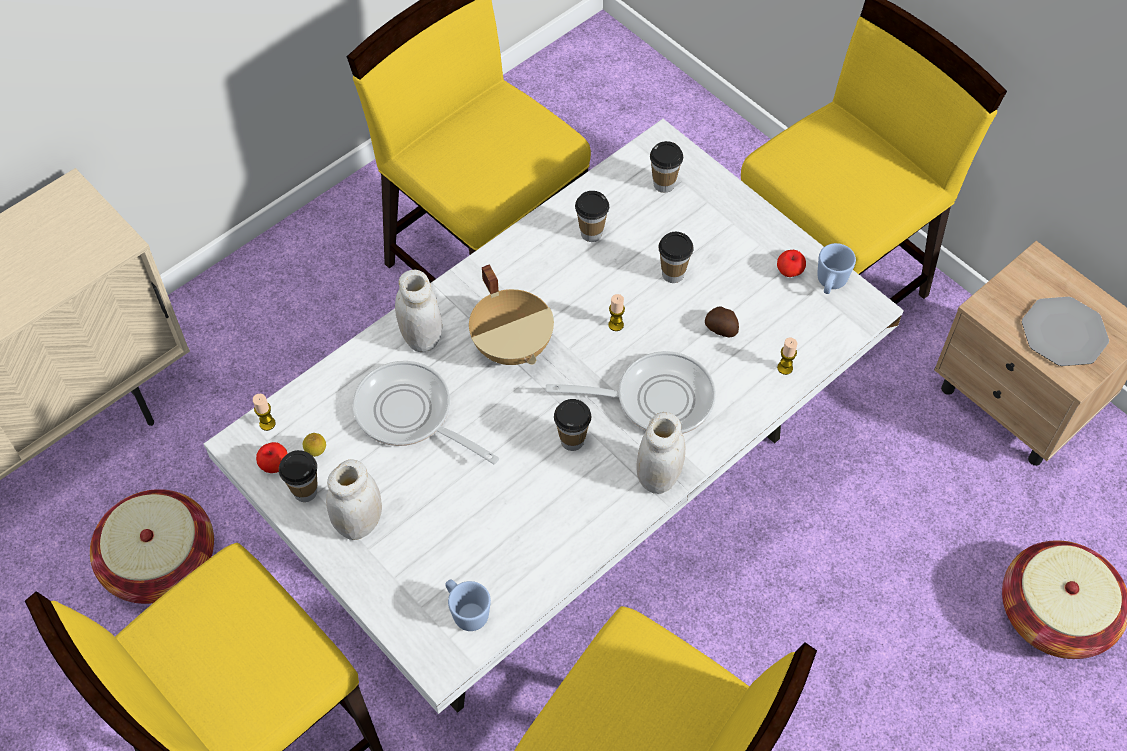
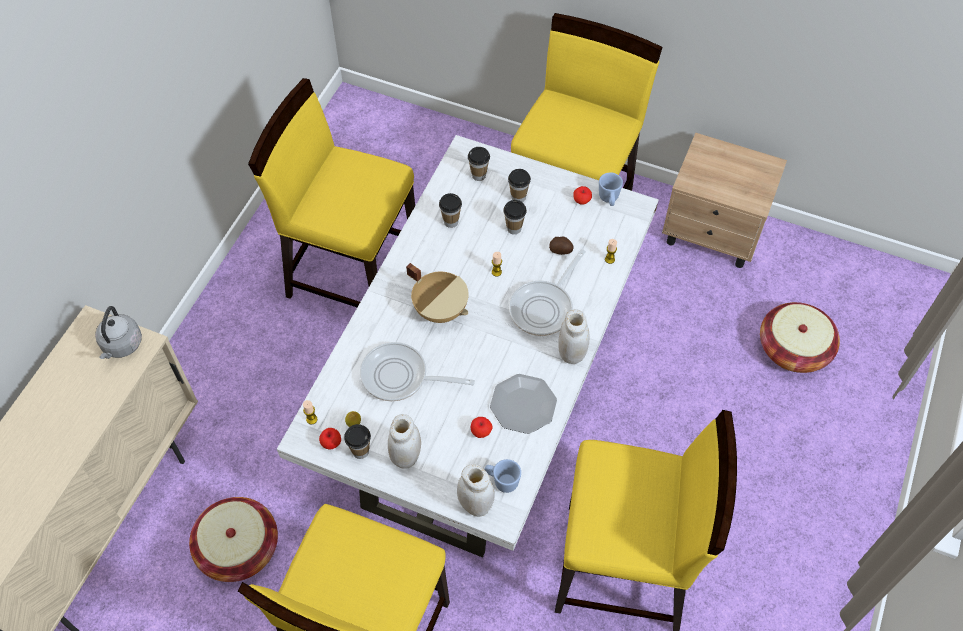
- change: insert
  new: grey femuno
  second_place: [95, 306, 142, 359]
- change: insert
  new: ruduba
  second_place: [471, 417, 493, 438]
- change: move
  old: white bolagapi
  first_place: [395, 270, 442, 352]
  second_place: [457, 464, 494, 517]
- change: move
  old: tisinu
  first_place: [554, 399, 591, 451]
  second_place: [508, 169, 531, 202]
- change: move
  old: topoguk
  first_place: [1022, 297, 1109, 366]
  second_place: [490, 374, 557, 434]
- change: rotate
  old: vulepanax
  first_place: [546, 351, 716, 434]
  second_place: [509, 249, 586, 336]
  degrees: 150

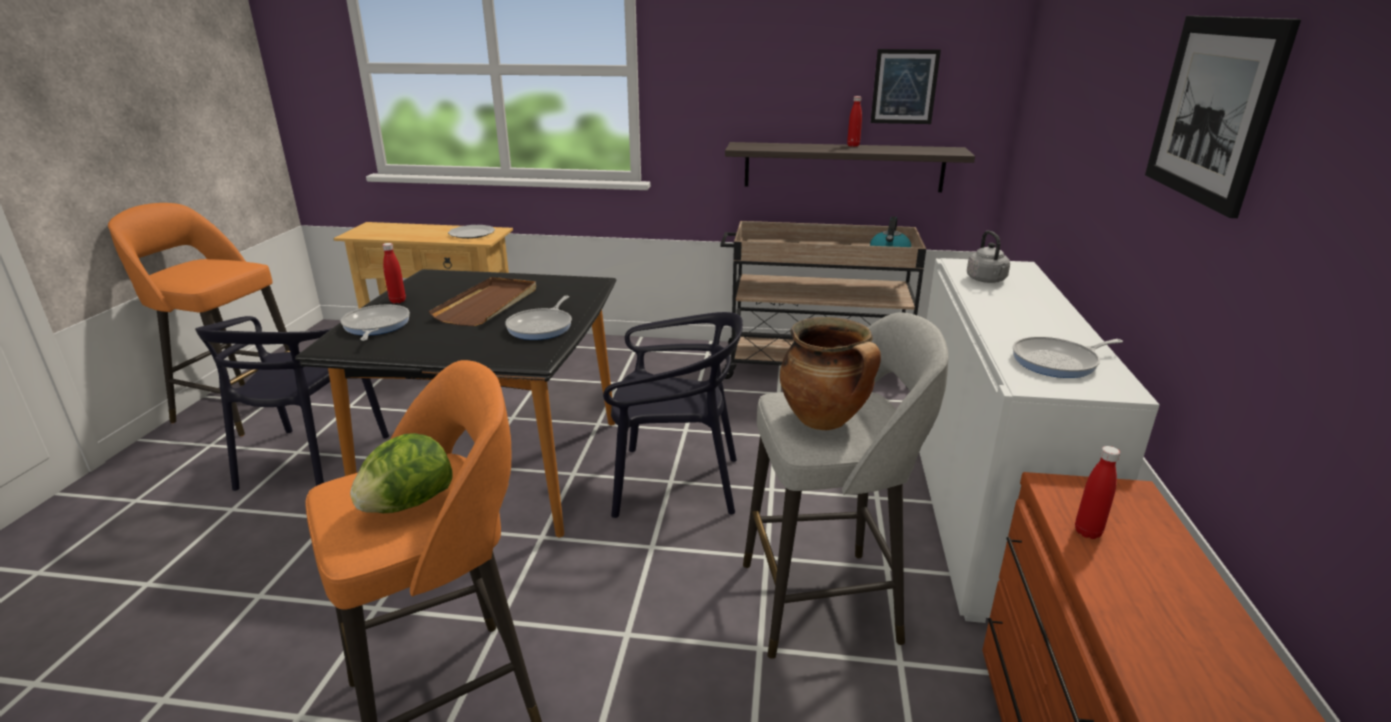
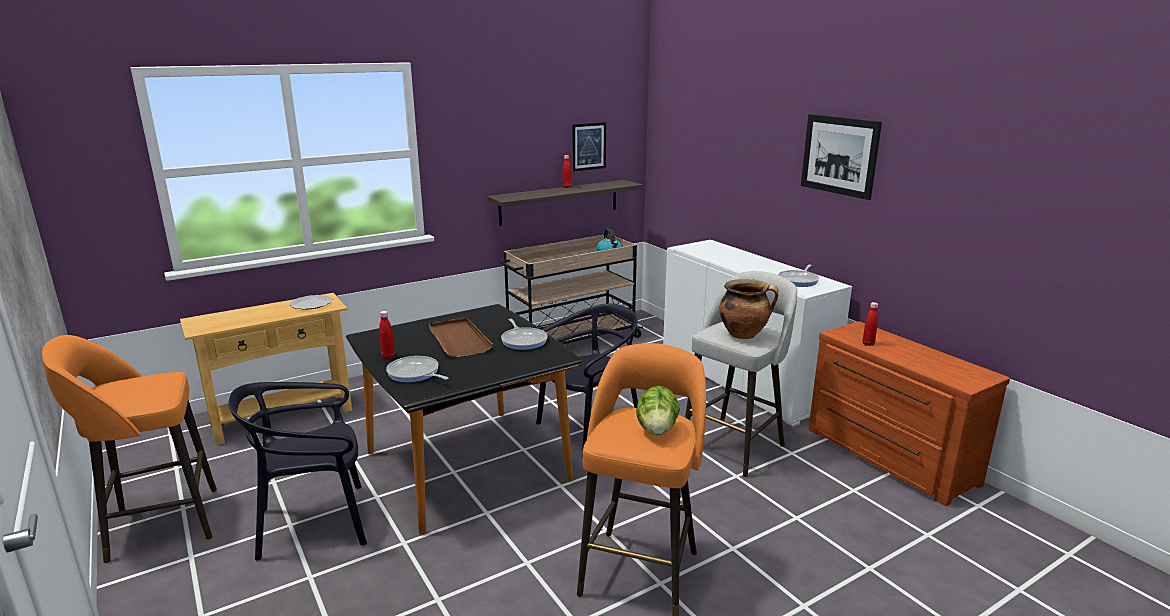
- change: delete
  old: grey femuno
  first_place: [967, 231, 1010, 283]
- change: rotate
  old: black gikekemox
  first_place: [195, 316, 389, 491]
  second_place: [229, 382, 367, 561]
  degrees: 105

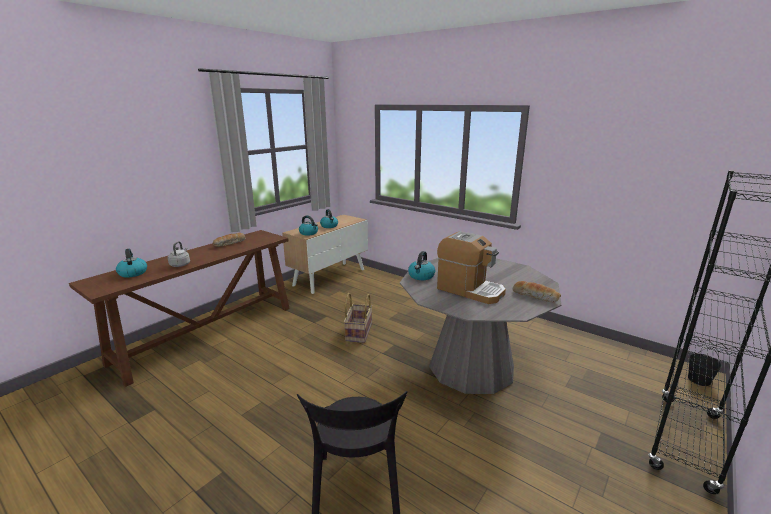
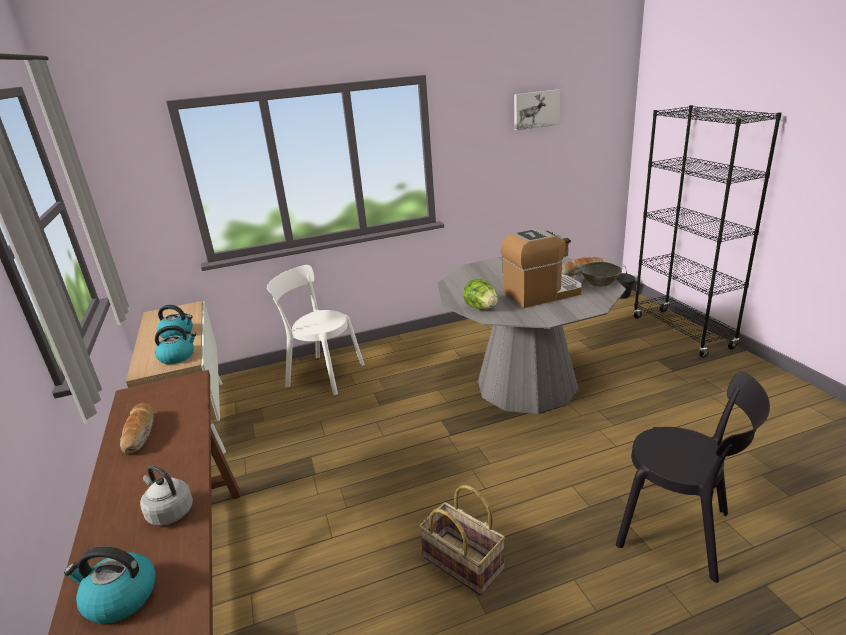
- change: insert
  new: white gikekemox
  second_place: [267, 265, 364, 395]
- change: insert
  new: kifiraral
  second_place: [514, 89, 561, 130]
- change: insert
  new: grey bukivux
  second_place: [580, 262, 622, 287]
- change: move
  old: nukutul
  first_place: [344, 293, 372, 343]
  second_place: [419, 485, 505, 596]
- change: replace
  old: femuno
  new: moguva
  first_place: [408, 251, 435, 280]
  second_place: [463, 279, 498, 310]

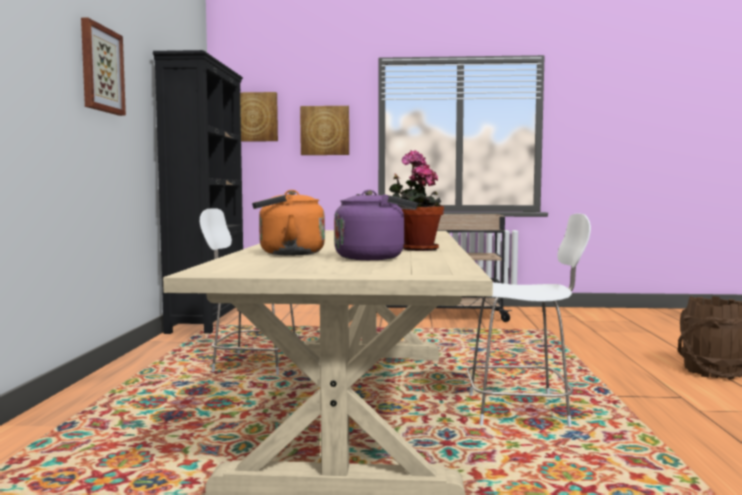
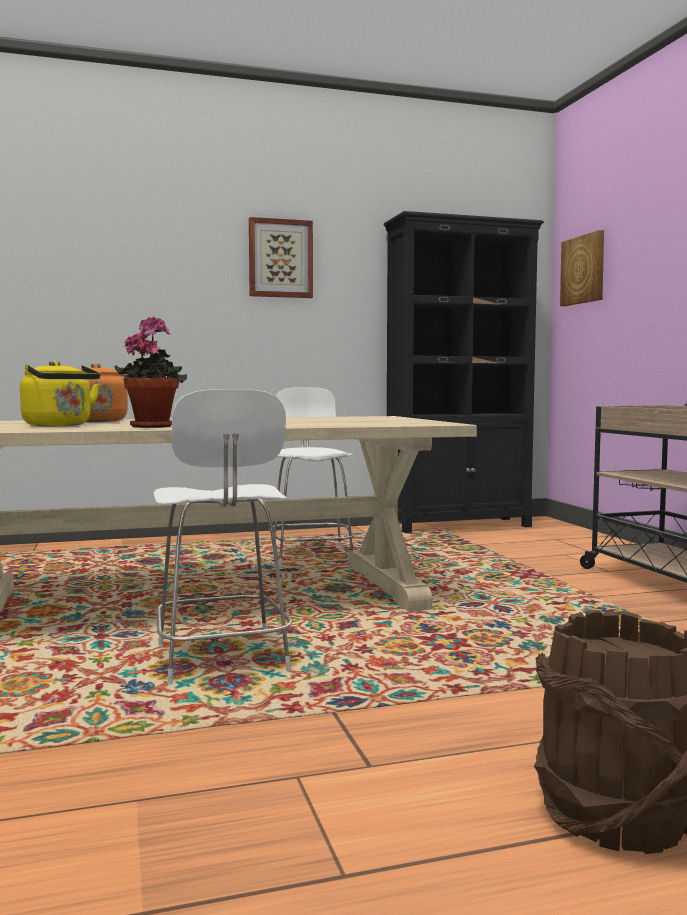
- change: delete
  old: kifiraral
  first_place: [300, 106, 349, 155]
- change: recolor
  old: purple femuno
  new: yellow femuno
  first_place: [334, 190, 418, 260]
  second_place: [20, 361, 100, 427]

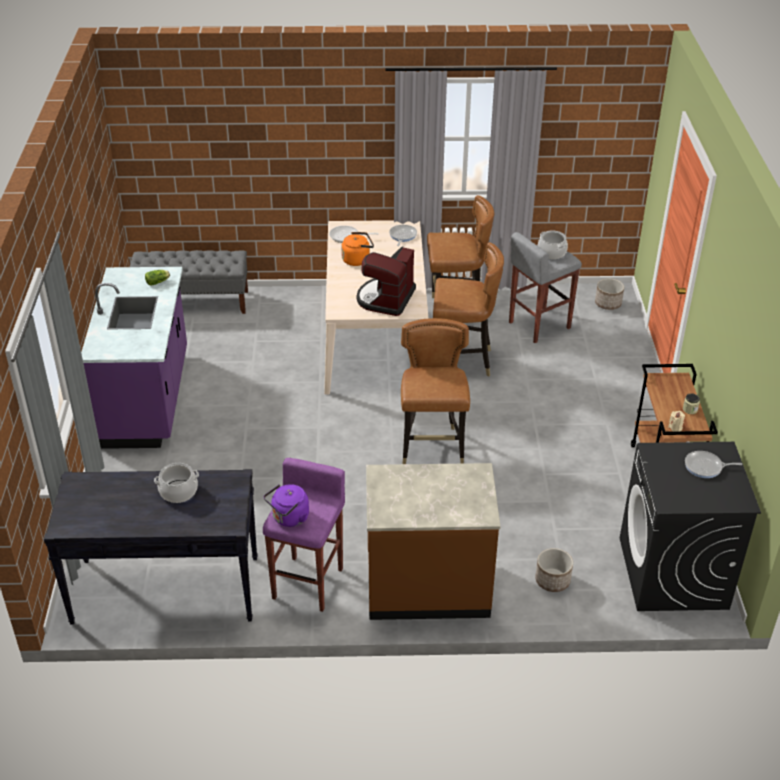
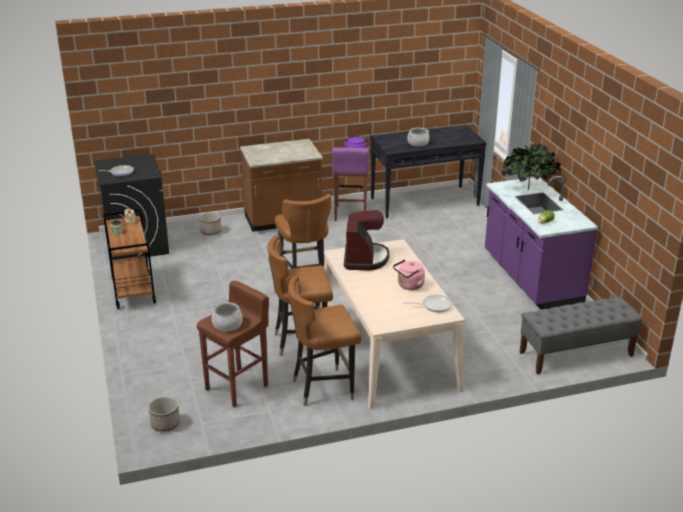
- change: delete
  old: vulepanax
  first_place: [389, 225, 417, 246]
- change: insert
  new: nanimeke
  second_place: [501, 143, 561, 190]
- change: recolor
  old: orange femuno
  new: pink femuno
  first_place: [341, 232, 374, 266]
  second_place: [393, 259, 425, 290]
- change: recolor
  old: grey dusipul
  new: brown dusipul
  first_place: [509, 232, 582, 343]
  second_place: [197, 281, 269, 407]

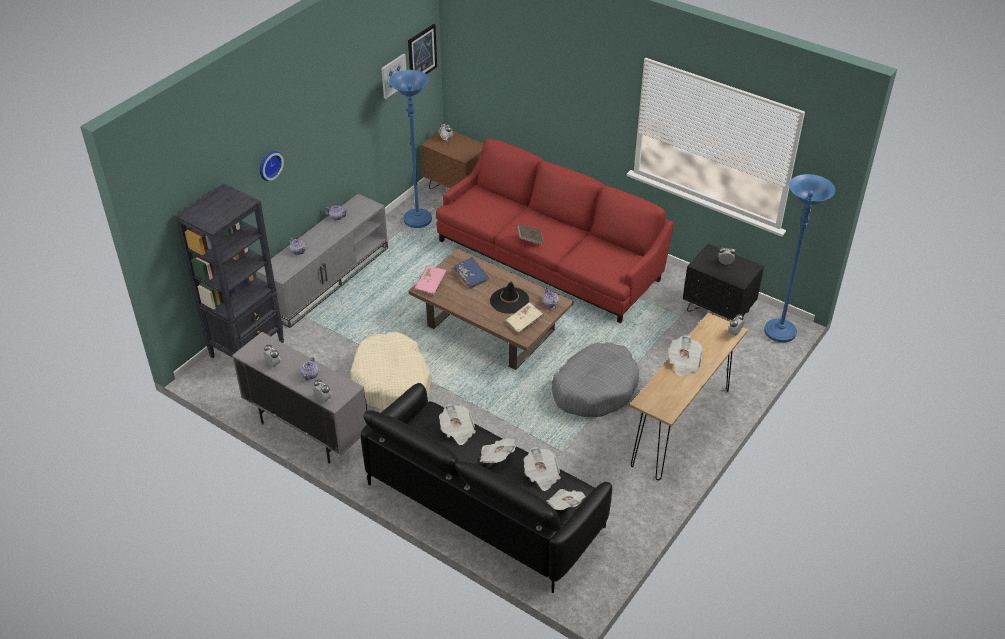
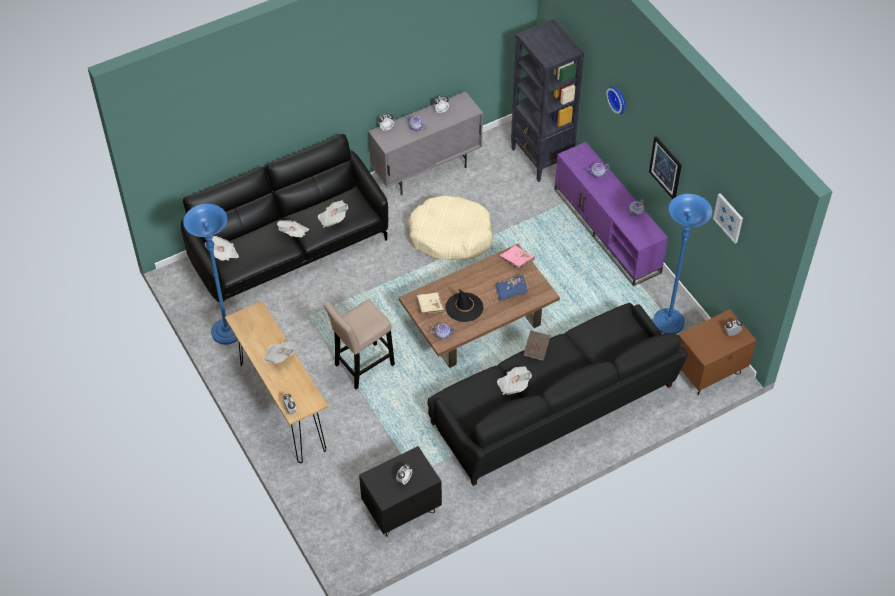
- change: move
  old: kifiraral
  first_place: [408, 24, 437, 74]
  second_place: [649, 136, 682, 199]
- change: move
  old: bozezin
  first_place: [524, 447, 561, 491]
  second_place: [497, 366, 532, 395]
- change: move
  old: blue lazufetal
  first_place: [764, 174, 835, 342]
  second_place: [183, 204, 238, 345]
- change: replace
  old: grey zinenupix
  new: beige dusipul
  first_place: [552, 342, 639, 417]
  second_place: [324, 299, 395, 389]
- change: recolor
  old: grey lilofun
  new: purple lilofun
  first_place: [256, 194, 388, 328]
  second_place: [554, 142, 668, 286]
- change: recolor
  old: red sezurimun
  new: black sezurimun
  first_place: [436, 138, 674, 323]
  second_place: [428, 303, 688, 486]

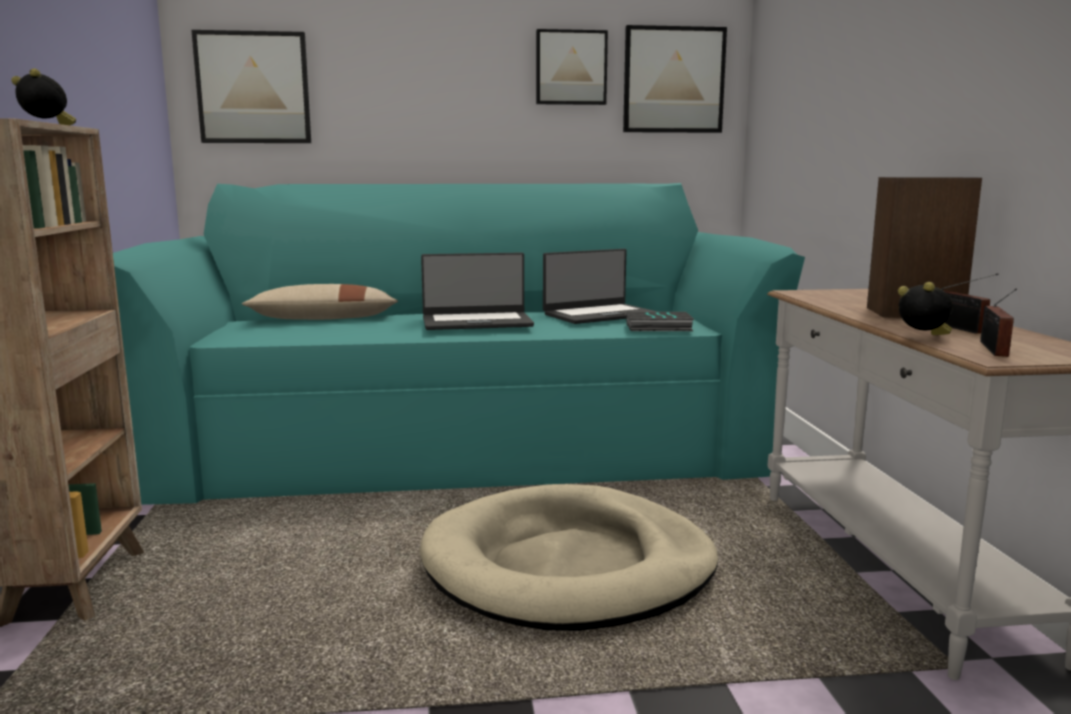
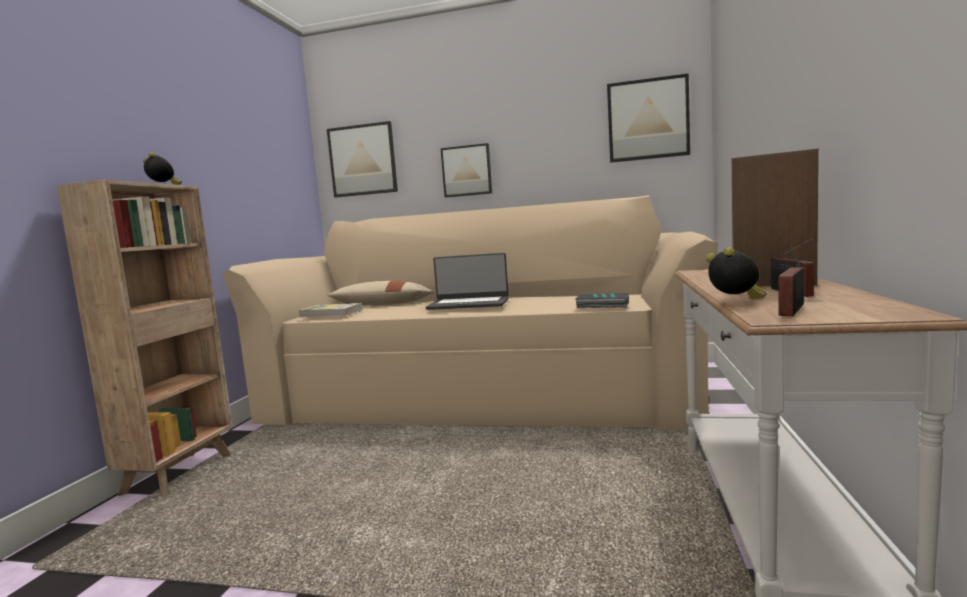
- change: delete
  old: beige zinenupix
  first_place: [420, 484, 718, 631]
- change: delete
  old: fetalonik
  first_place: [543, 249, 657, 324]
- change: insert
  new: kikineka
  second_place: [299, 303, 363, 317]
- change: move
  old: kifiraral
  first_place: [536, 29, 608, 105]
  second_place: [441, 143, 492, 197]
- change: recolor
  old: turquoise sezurimun
  new: beige sezurimun
  first_place: [113, 183, 805, 505]
  second_place: [222, 195, 718, 430]

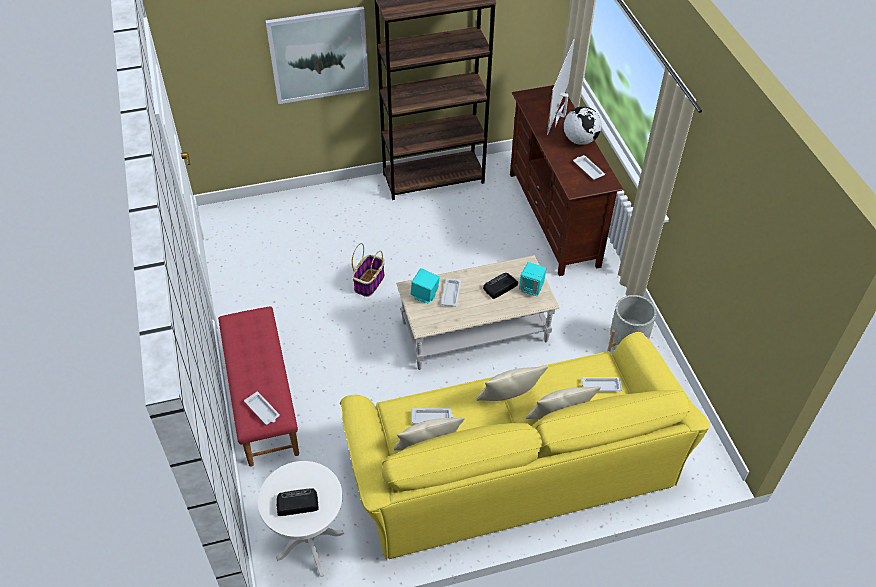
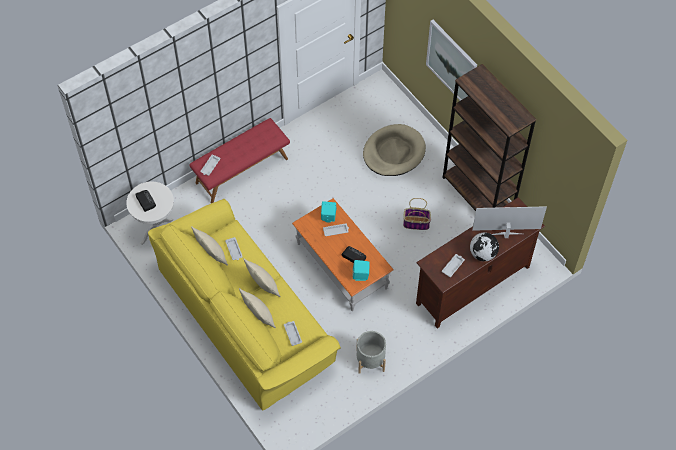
- change: insert
  new: beige zinenupix
  second_place: [363, 124, 426, 176]
- change: move
  old: nukutul
  first_place: [352, 243, 385, 297]
  second_place: [403, 198, 431, 230]
- change: recolor
  old: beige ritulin
  new: orange ritulin
  first_place: [396, 255, 559, 370]
  second_place: [292, 198, 394, 311]

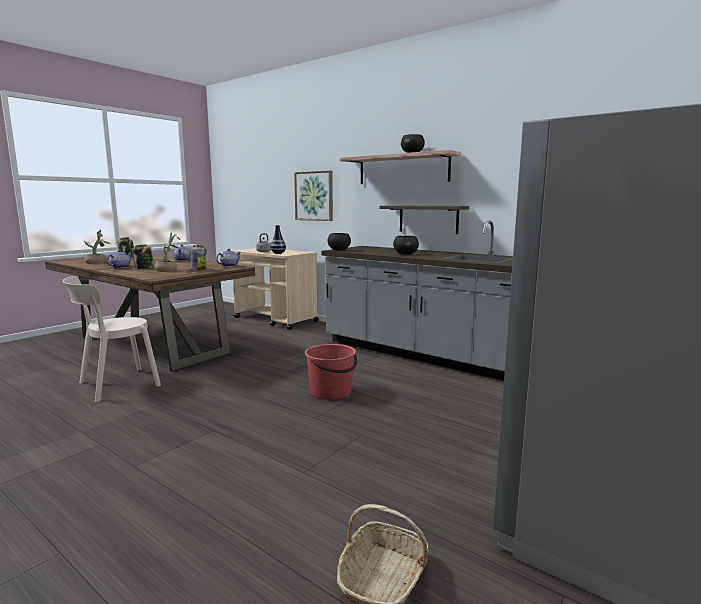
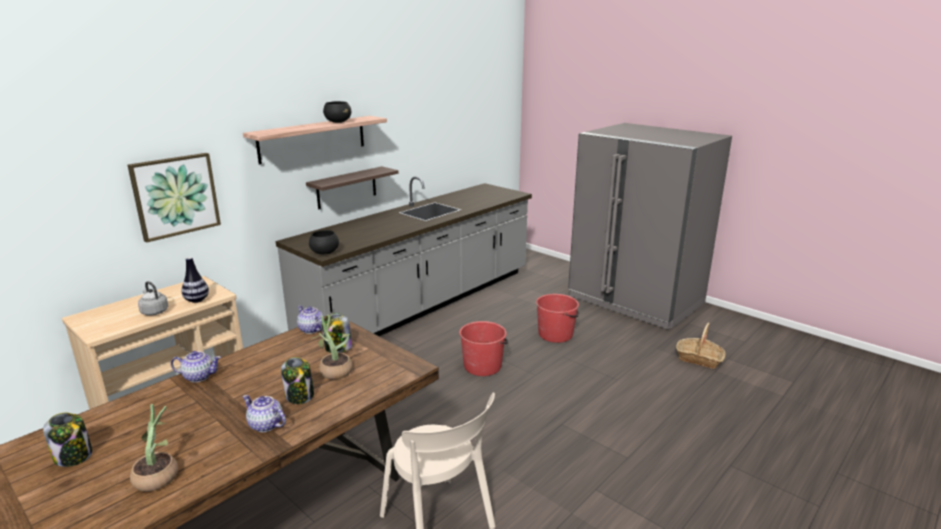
- change: delete
  old: black bukivux
  first_place: [393, 236, 419, 255]
- change: insert
  new: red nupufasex
  second_place: [536, 294, 579, 343]

